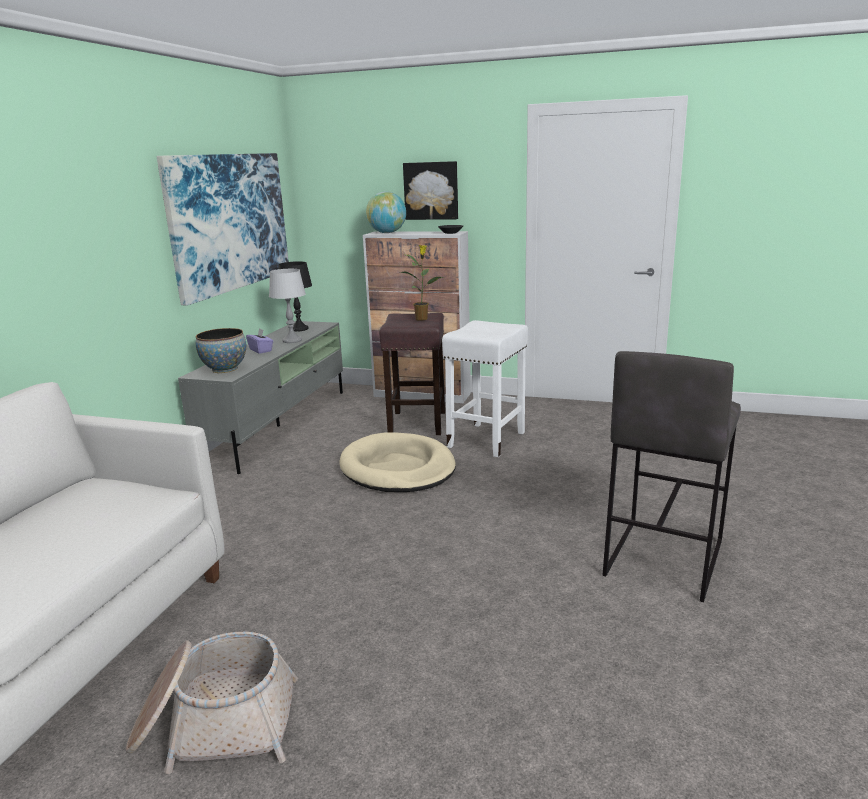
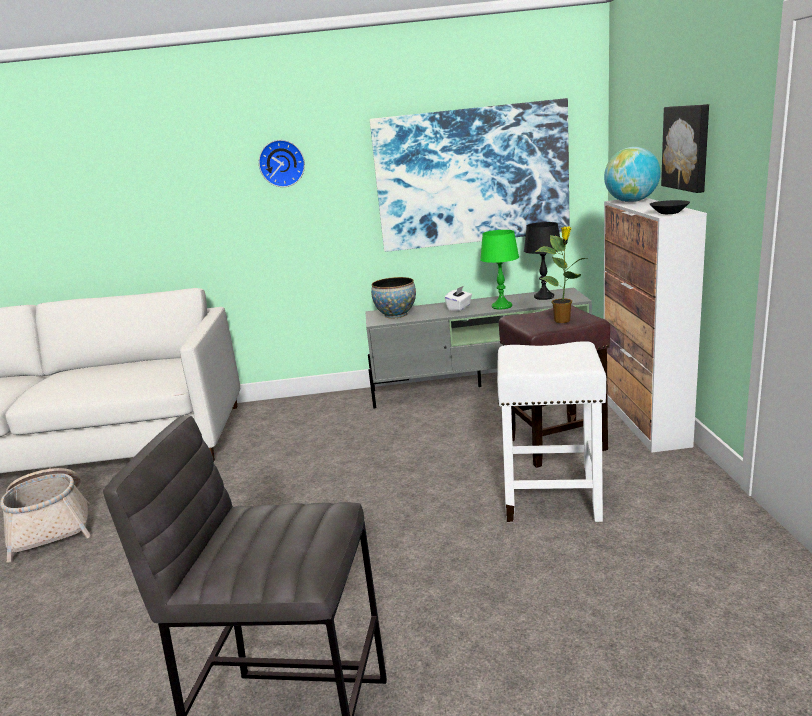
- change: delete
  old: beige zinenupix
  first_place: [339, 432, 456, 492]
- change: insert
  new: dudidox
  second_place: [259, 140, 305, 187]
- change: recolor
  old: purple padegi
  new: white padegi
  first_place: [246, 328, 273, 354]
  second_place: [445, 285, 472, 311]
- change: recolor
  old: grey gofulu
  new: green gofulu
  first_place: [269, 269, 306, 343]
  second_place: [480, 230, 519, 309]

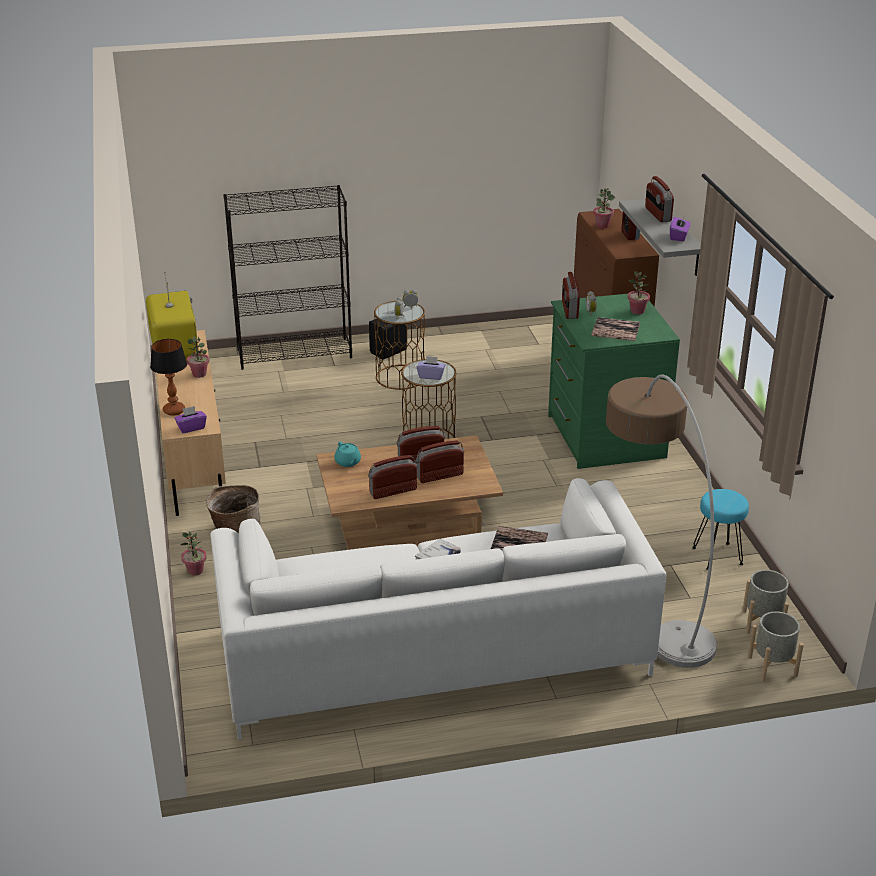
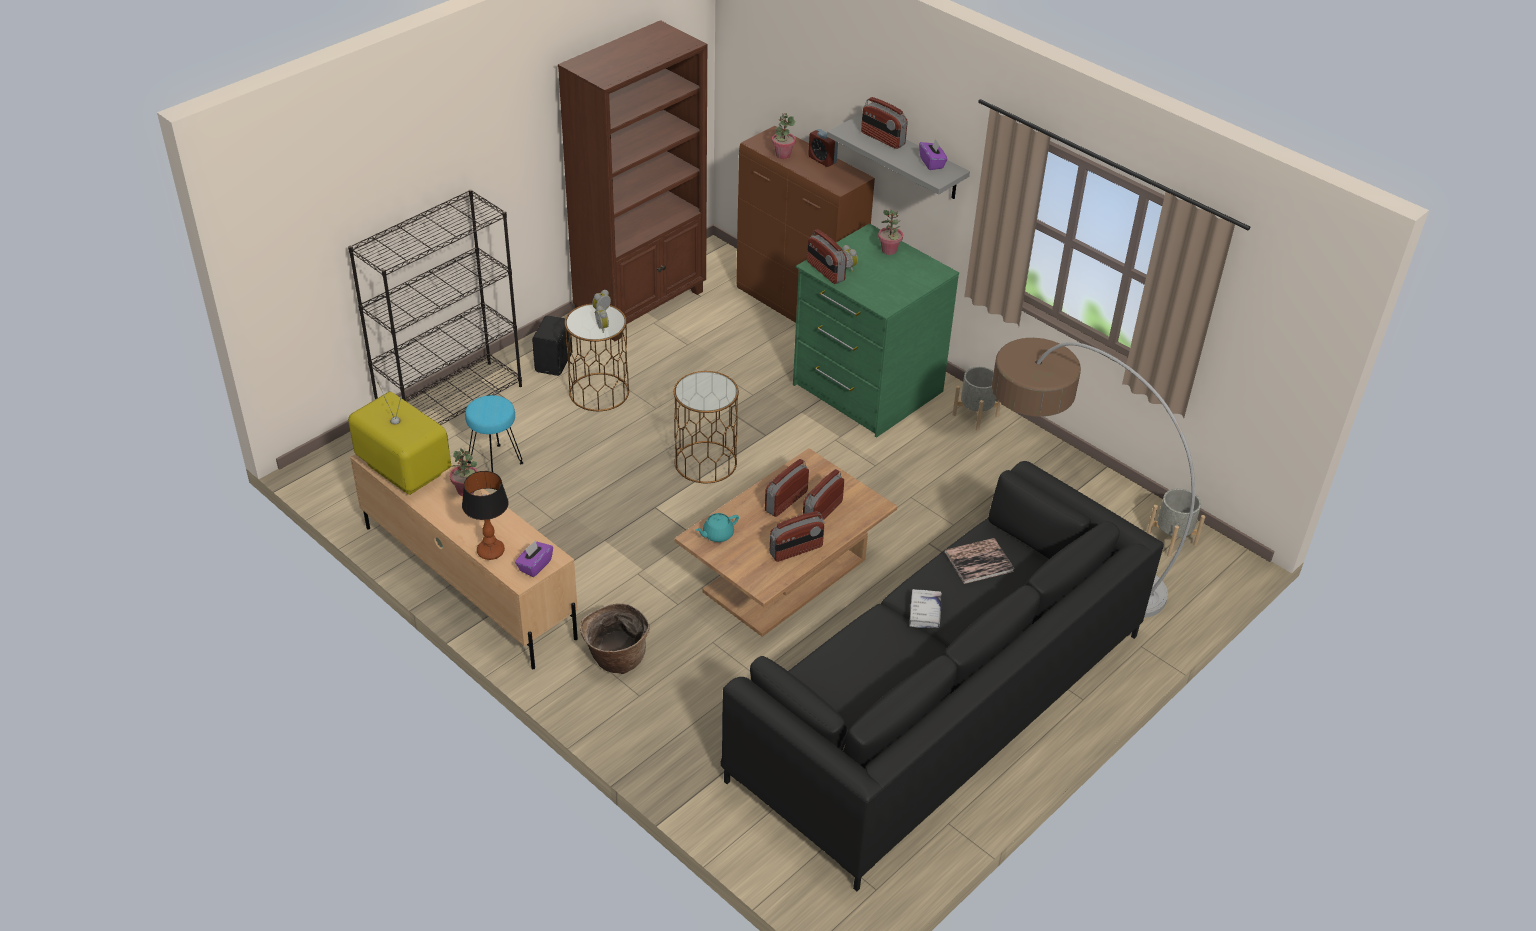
- change: delete
  old: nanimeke
  first_place: [180, 532, 206, 576]
- change: delete
  old: purple padegi
  first_place: [416, 356, 445, 380]
- change: delete
  old: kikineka
  first_place: [591, 317, 640, 341]
- change: insert
  new: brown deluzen
  second_place: [558, 20, 707, 341]
- change: move
  old: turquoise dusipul
  first_place: [692, 489, 749, 570]
  second_place: [465, 395, 524, 472]
- change: move
  old: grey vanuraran
  first_place: [748, 611, 804, 682]
  second_place: [952, 367, 1001, 431]
- change: recolor
  old: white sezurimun
  new: black sezurimun
  first_place: [211, 478, 667, 739]
  second_place: [720, 461, 1164, 891]
- change: rotate
  old: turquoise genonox
  first_place: [334, 442, 361, 467]
  second_place: [696, 513, 739, 542]
  degrees: 120
- change: rotate
  old: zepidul
  first_place: [368, 455, 418, 499]
  second_place: [770, 511, 824, 562]
  degrees: -150

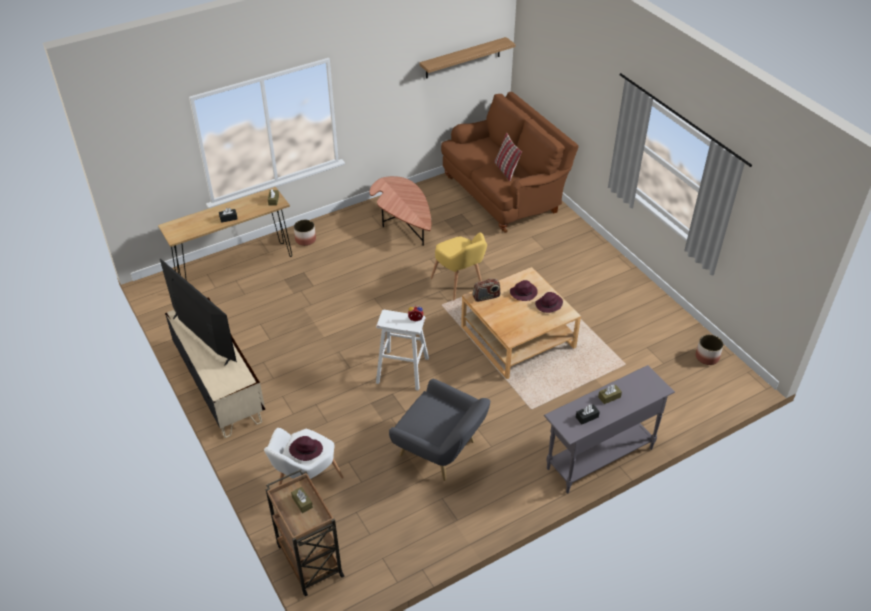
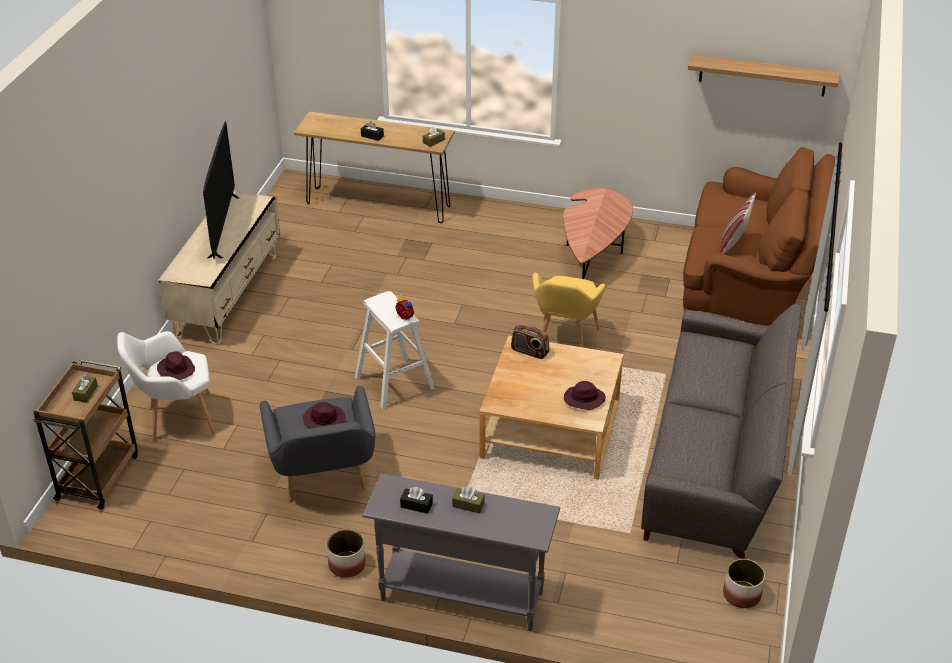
- change: insert
  new: grey sezurimun
  second_place: [641, 304, 801, 559]
- change: move
  old: vanuraran
  first_place: [294, 220, 316, 246]
  second_place: [327, 529, 366, 578]
- change: move
  old: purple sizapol
  first_place: [510, 280, 538, 301]
  second_place: [303, 402, 346, 428]

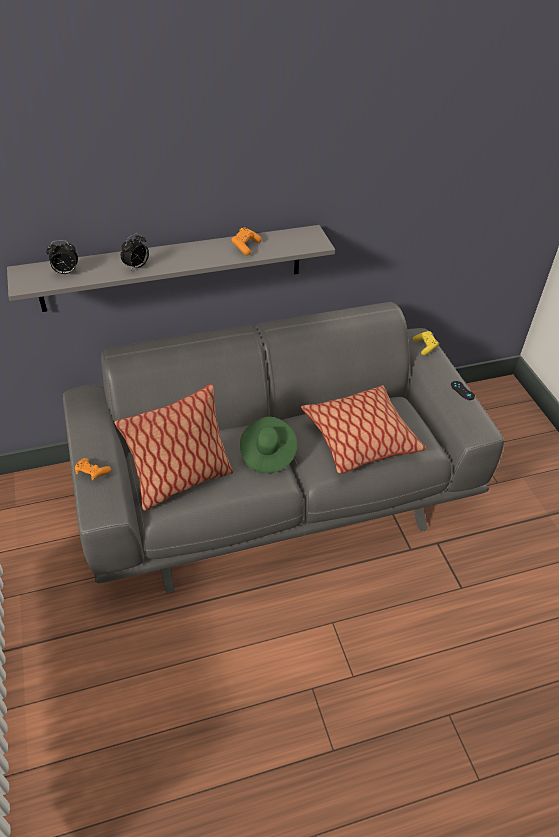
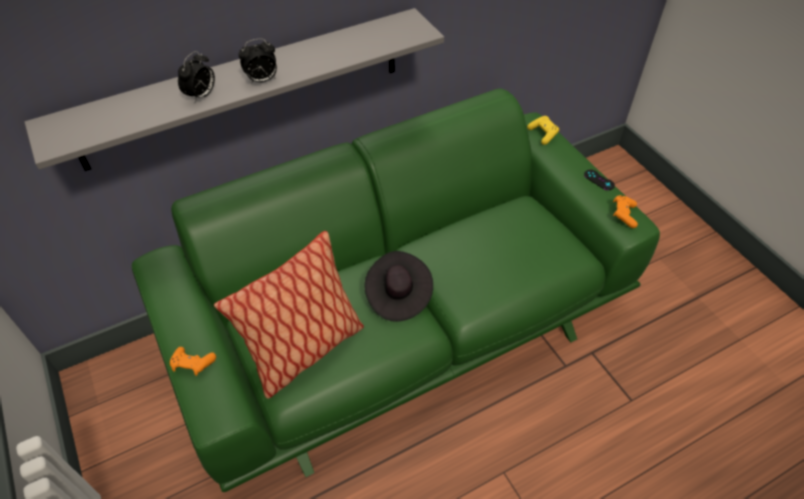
- change: delete
  old: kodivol
  first_place: [301, 385, 426, 474]
- change: move
  old: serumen
  first_place: [46, 240, 78, 274]
  second_place: [238, 38, 277, 84]
- change: move
  old: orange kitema
  first_place: [231, 227, 262, 256]
  second_place: [613, 195, 638, 228]
- change: recolor
  old: grey sezurimun
  new: green sezurimun
  first_place: [63, 302, 504, 593]
  second_place: [132, 88, 660, 492]
- change: recolor
  old: green sizapol
  new: black sizapol
  first_place: [240, 417, 297, 474]
  second_place: [364, 251, 433, 322]

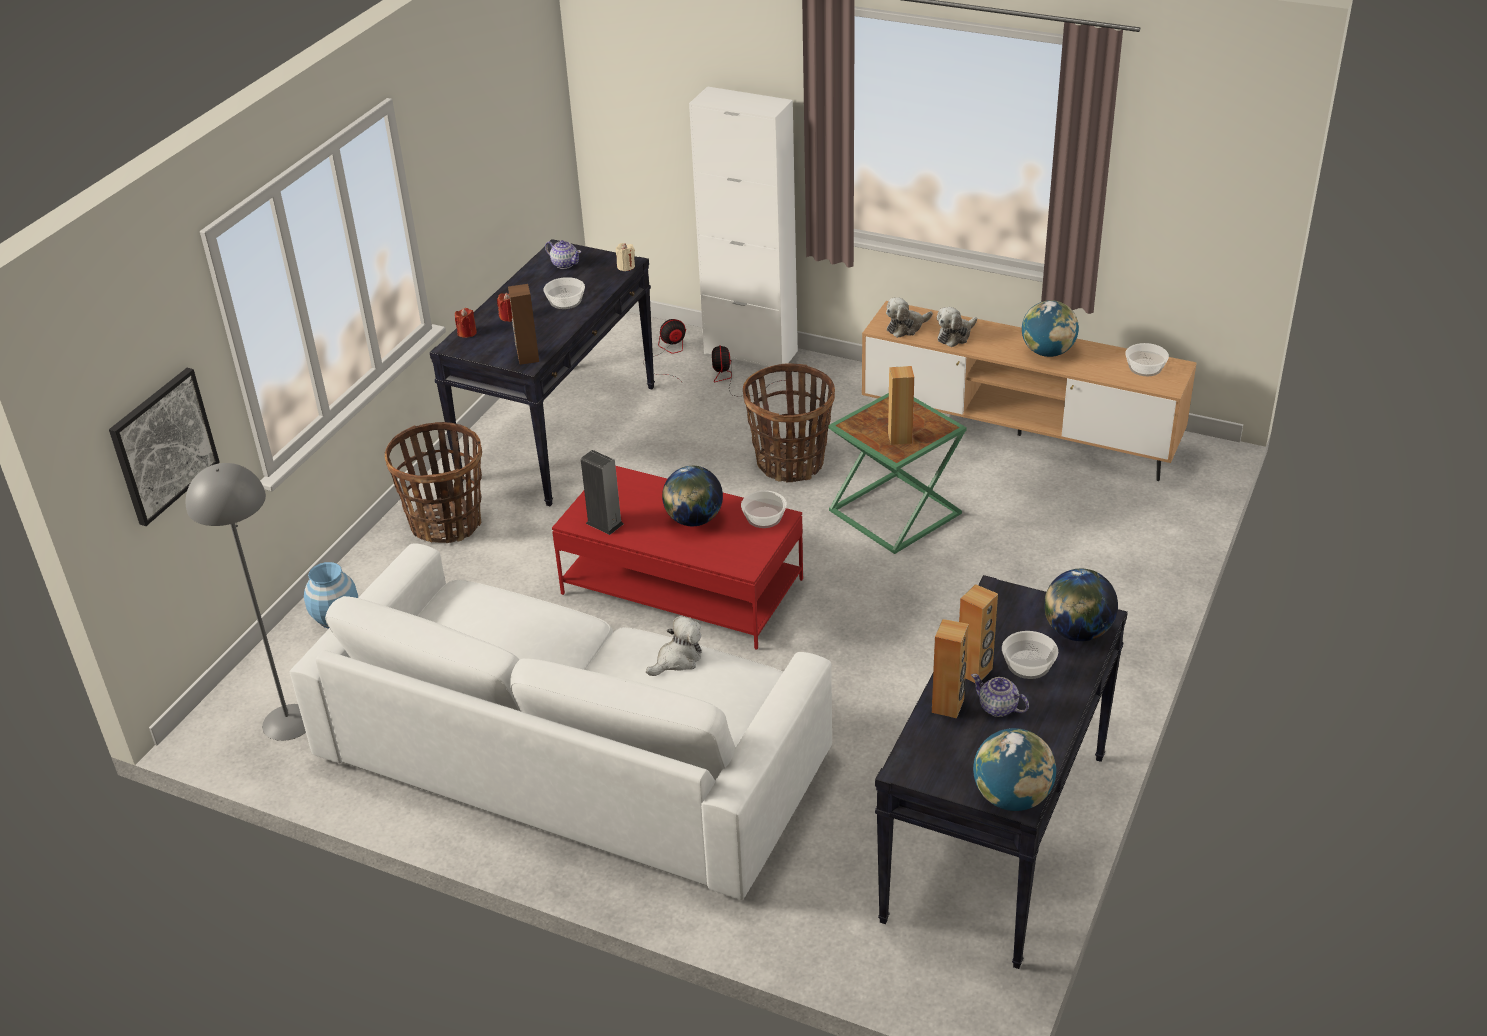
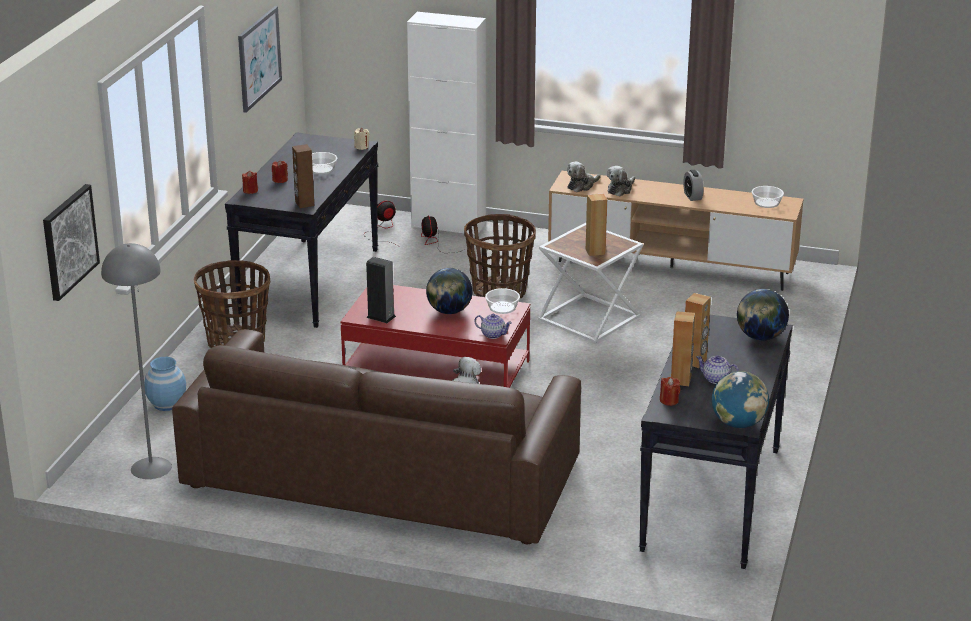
- change: delete
  old: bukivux
  first_place: [1002, 631, 1058, 679]
- change: insert
  new: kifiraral
  second_place: [238, 6, 282, 113]
- change: insert
  new: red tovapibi
  second_place: [660, 377, 680, 406]
- change: move
  old: genonox
  first_place: [545, 240, 581, 269]
  second_place: [474, 314, 512, 339]
- change: replace
  old: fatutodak
  new: serumen
  first_place: [1022, 300, 1079, 357]
  second_place: [683, 170, 703, 201]
- change: recolor
  old: white sezurimun
  new: brown sezurimun
  first_place: [290, 543, 832, 900]
  second_place: [172, 329, 581, 544]
- change: recolor
  old: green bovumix
  new: white bovumix
  first_place: [828, 393, 967, 554]
  second_place: [538, 223, 643, 343]

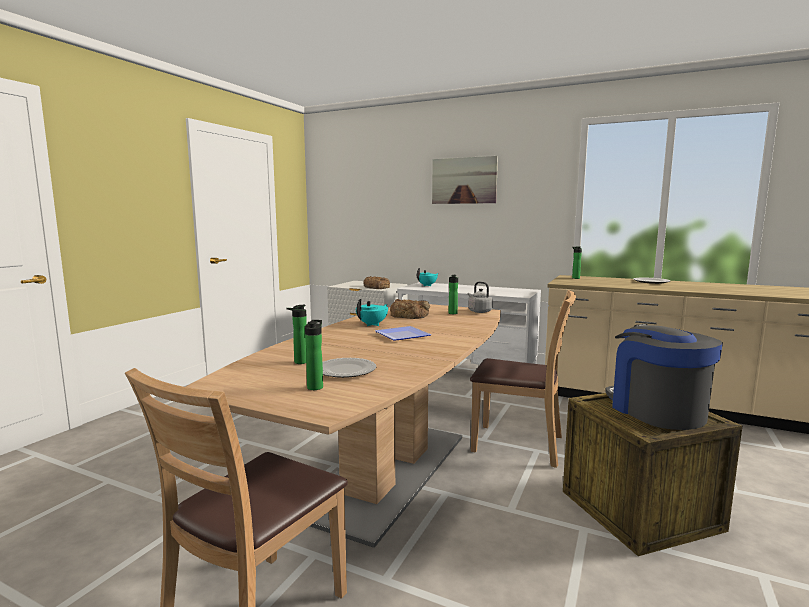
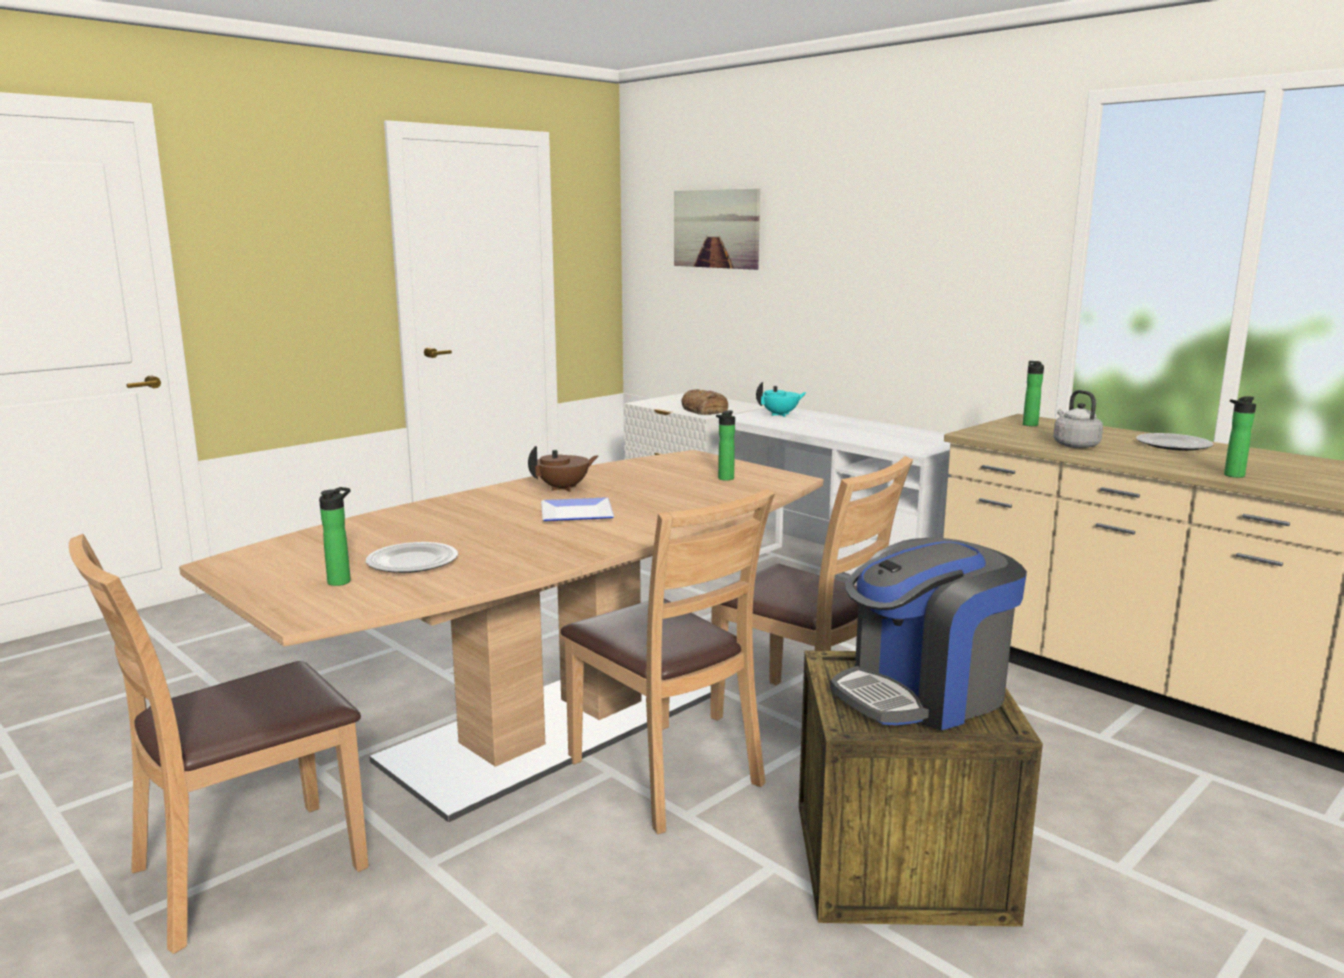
- change: delete
  old: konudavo
  first_place: [390, 299, 430, 319]
- change: insert
  new: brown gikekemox
  second_place: [561, 489, 775, 834]
- change: move
  old: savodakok
  first_place: [286, 305, 307, 364]
  second_place: [1224, 397, 1256, 478]
- change: move
  old: kifiraral
  first_place: [432, 156, 498, 204]
  second_place: [674, 188, 760, 270]
- change: move
  old: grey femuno
  first_place: [468, 282, 493, 313]
  second_place: [1053, 390, 1103, 448]
- change: recolor
  old: turquoise genonox
  new: brown genonox
  first_place: [355, 299, 388, 326]
  second_place: [528, 446, 598, 492]
- change: rotate
  old: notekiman
  first_place: [605, 324, 723, 430]
  second_place: [830, 538, 1027, 731]
  degrees: -120

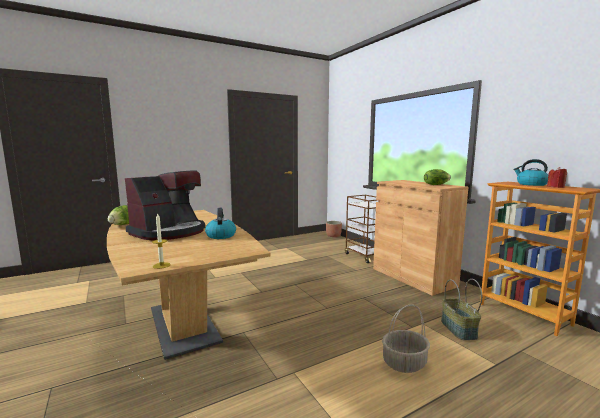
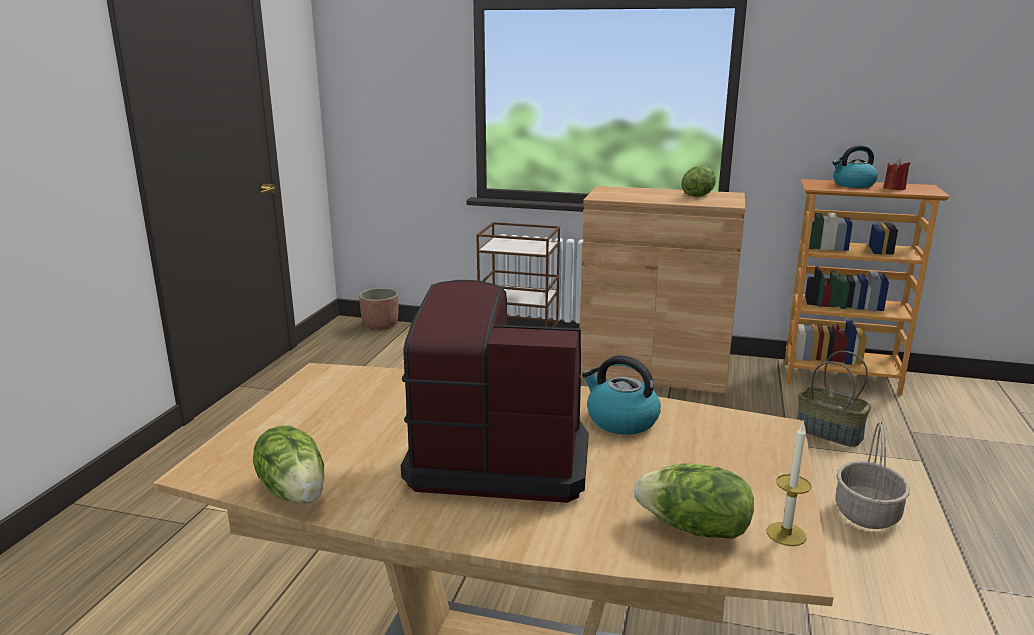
- change: insert
  new: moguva
  second_place: [634, 463, 754, 539]
- change: rotate
  old: notekiman
  first_place: [125, 171, 205, 240]
  second_place: [401, 280, 589, 503]
  degrees: -75

